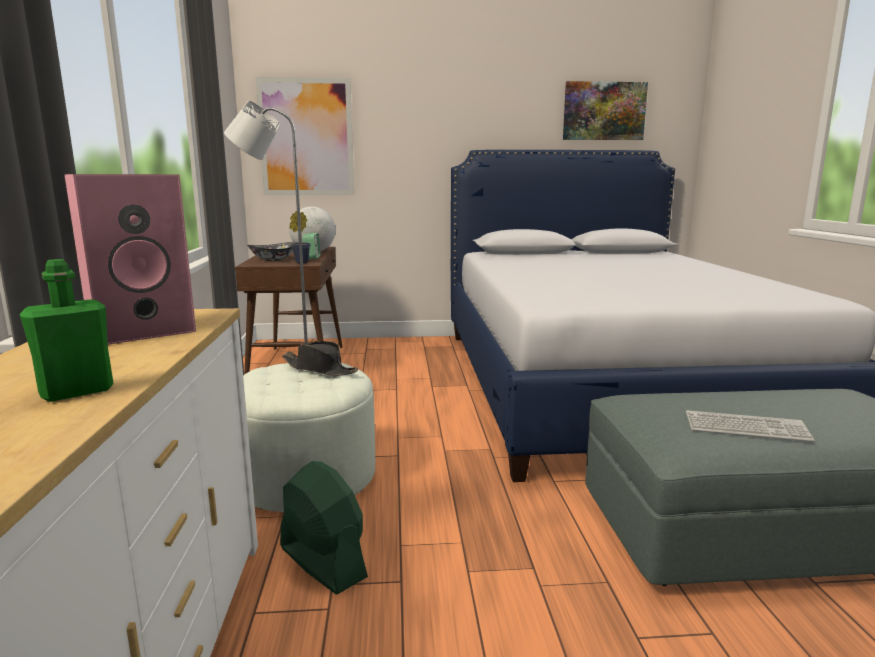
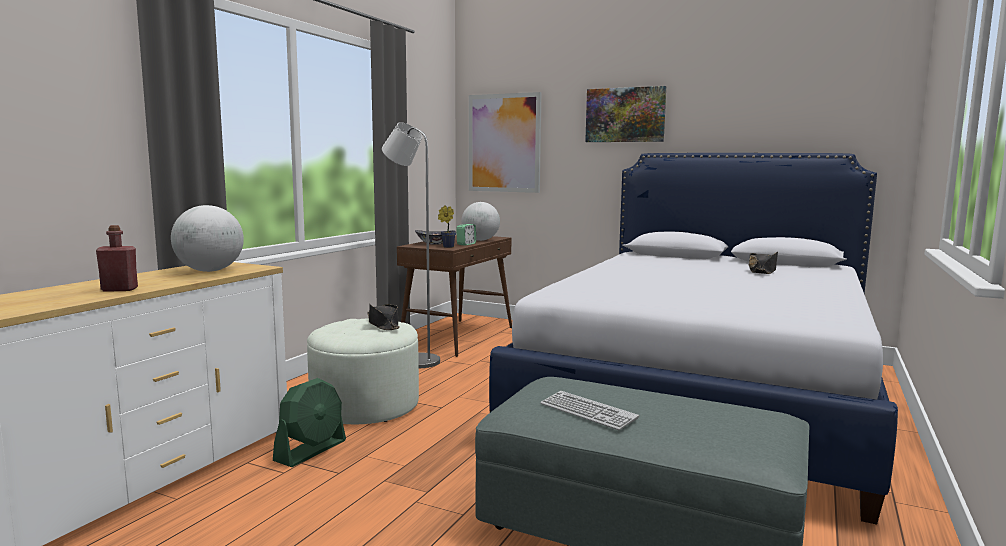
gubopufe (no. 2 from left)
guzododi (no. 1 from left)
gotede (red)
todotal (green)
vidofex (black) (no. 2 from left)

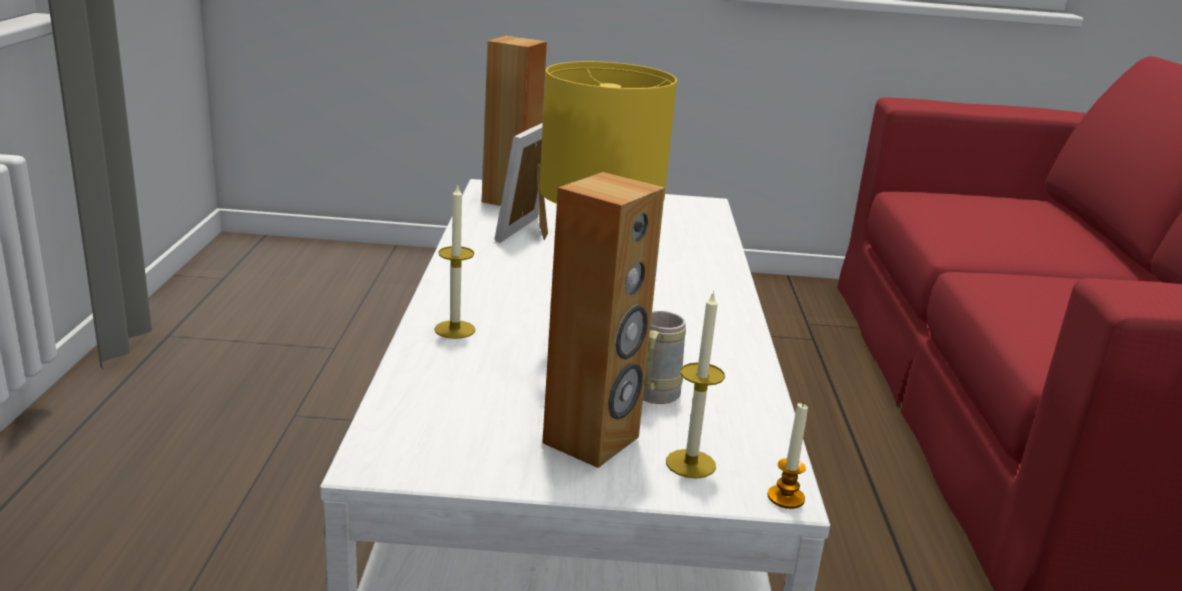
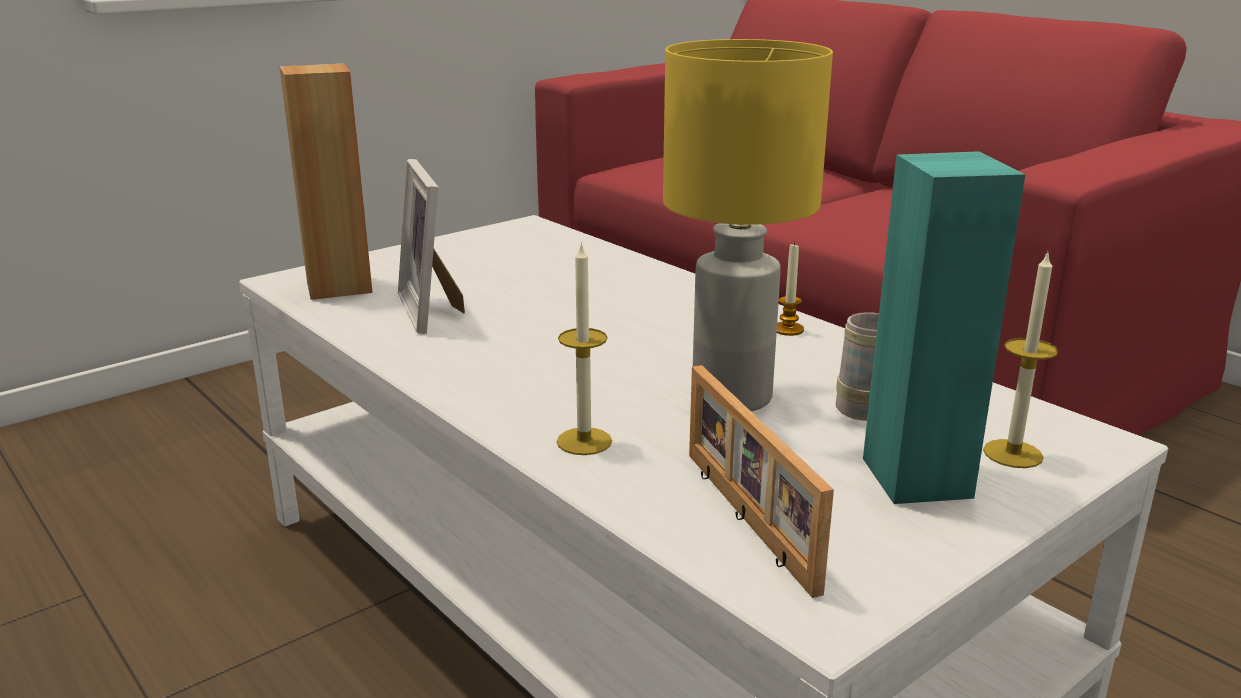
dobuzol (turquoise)
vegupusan (no. 2 from left)
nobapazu (no. 2 from left)

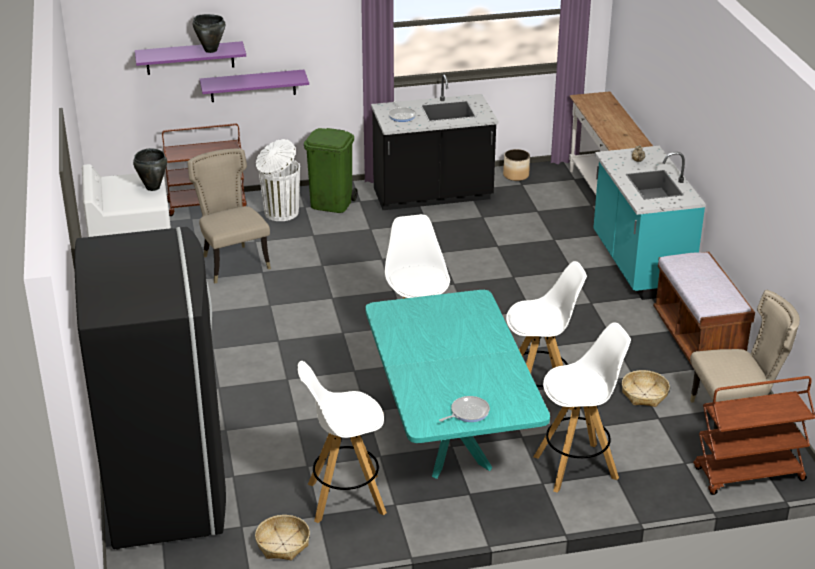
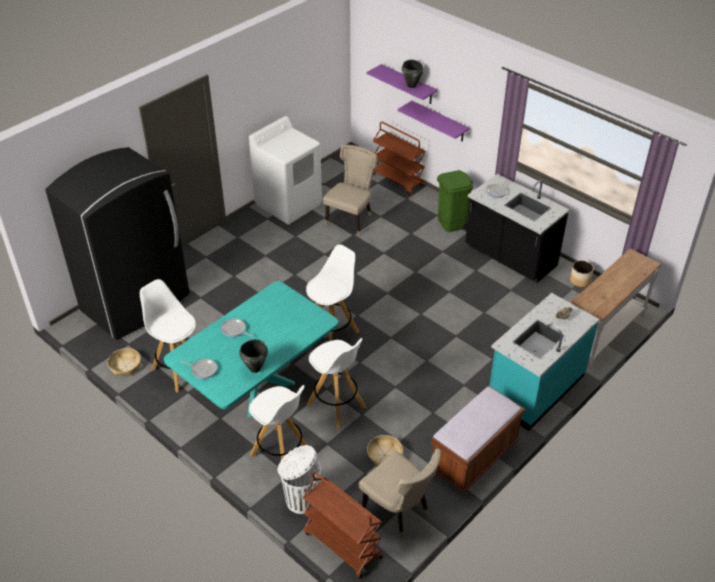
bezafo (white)
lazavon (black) (no. 1 from left)
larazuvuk (no. 2 from left)

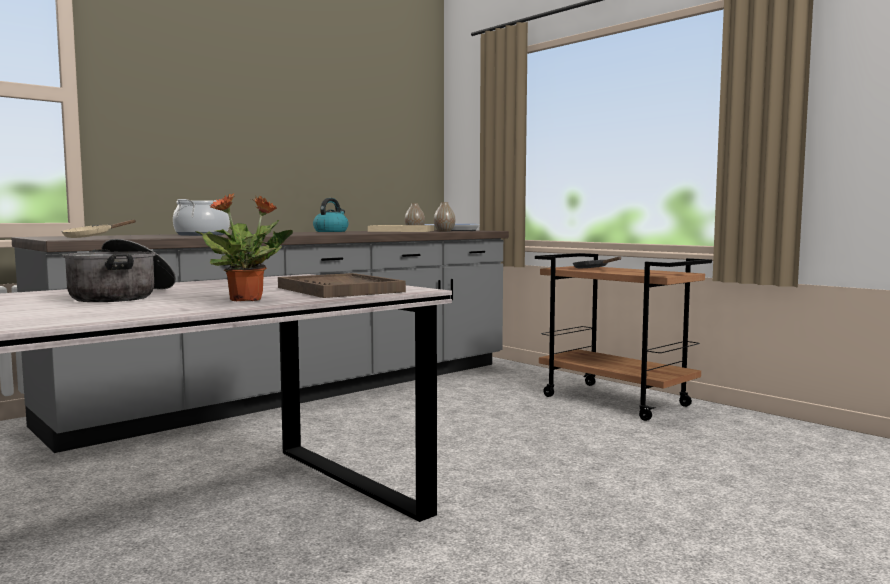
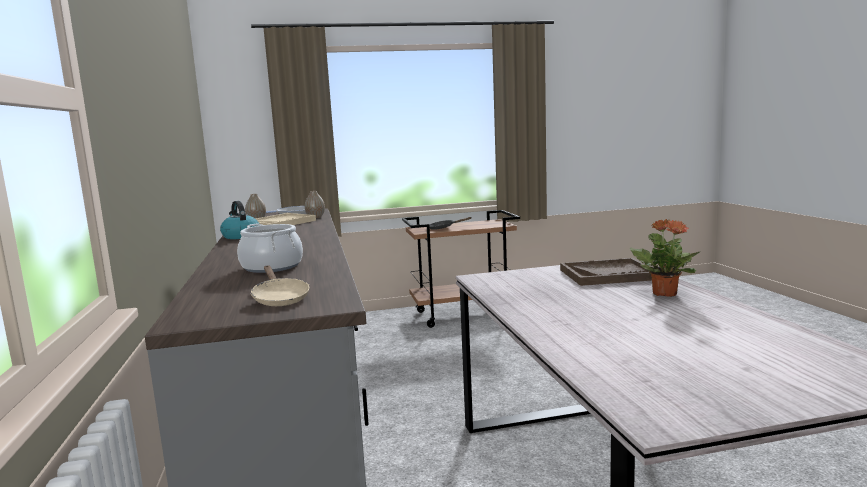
lazavon (no. 1 from left in the first image)

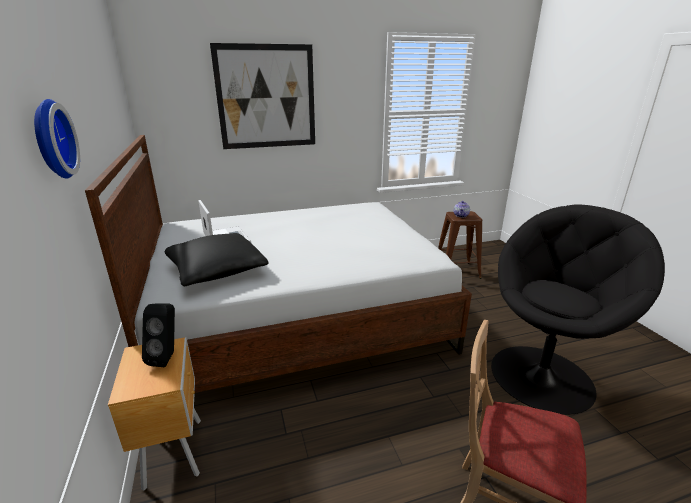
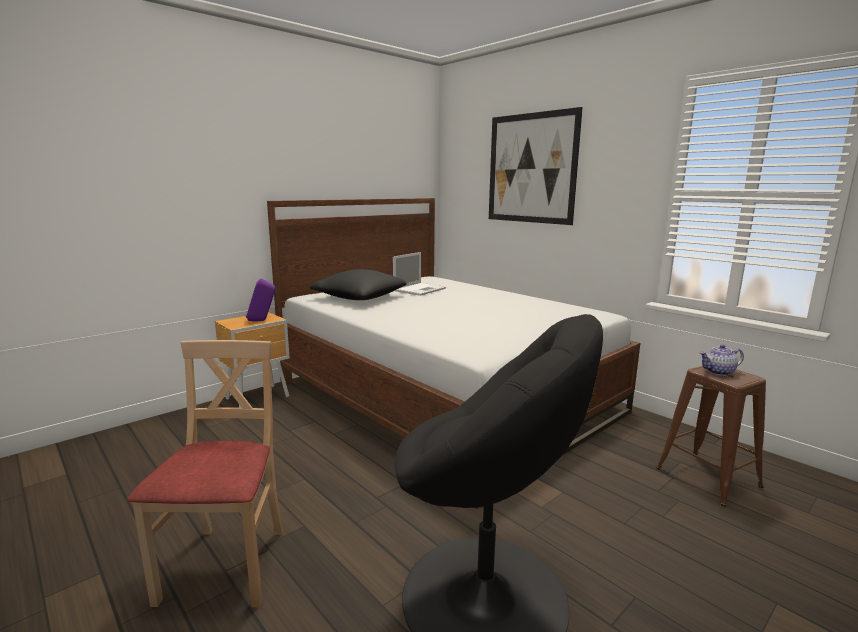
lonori
dobuzol (purple)

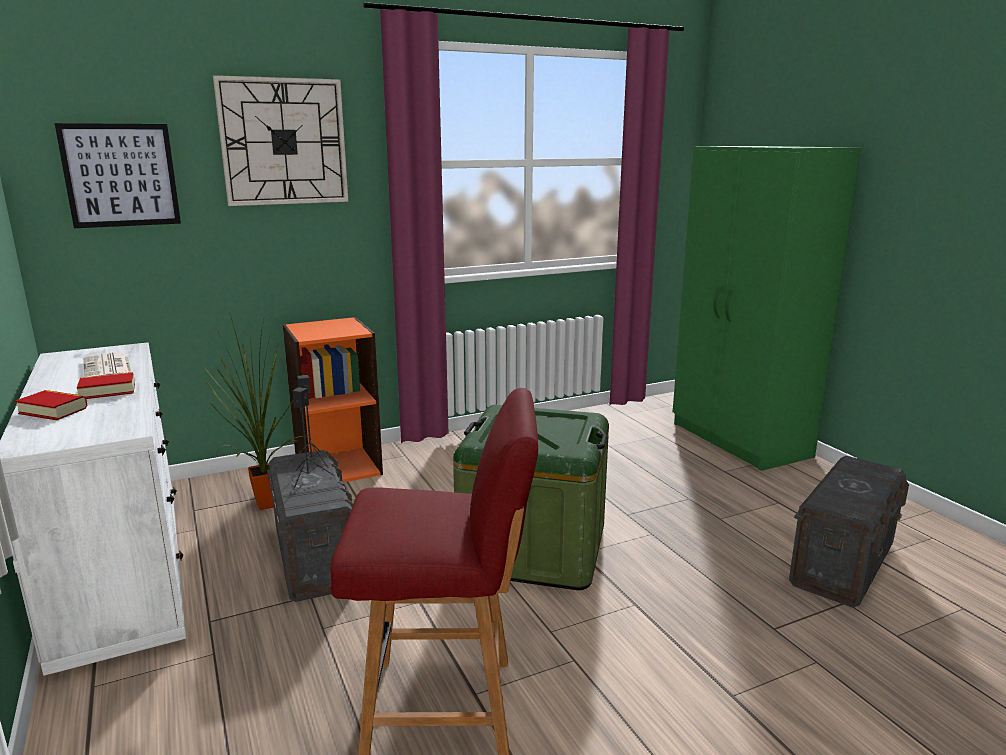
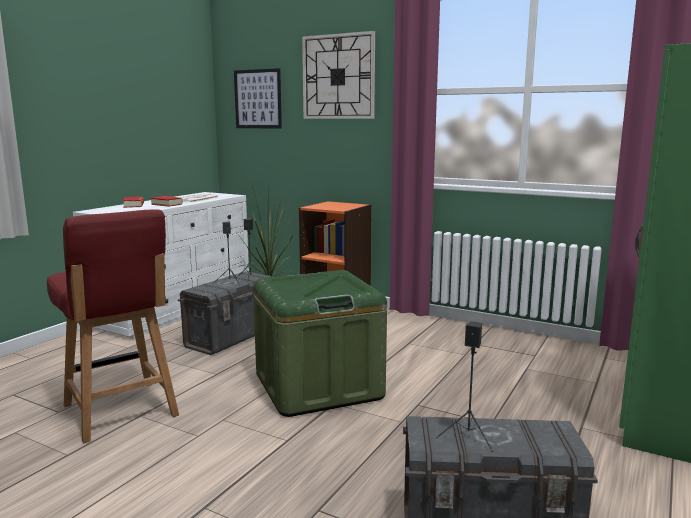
dobuzol (black) (no. 3 from left)

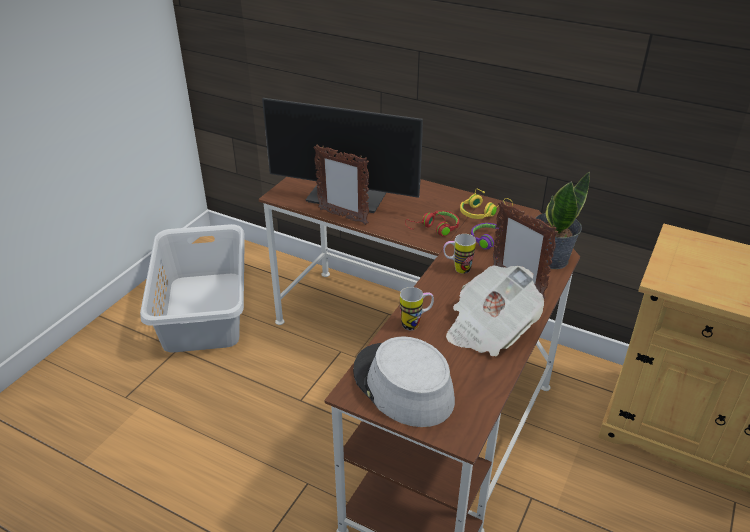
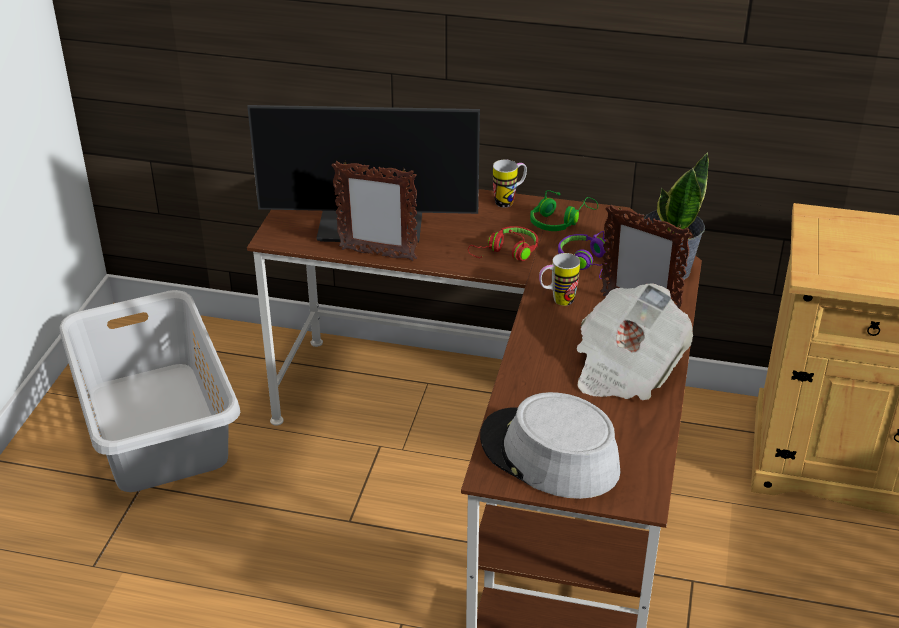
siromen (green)
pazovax (no. 1 from left)

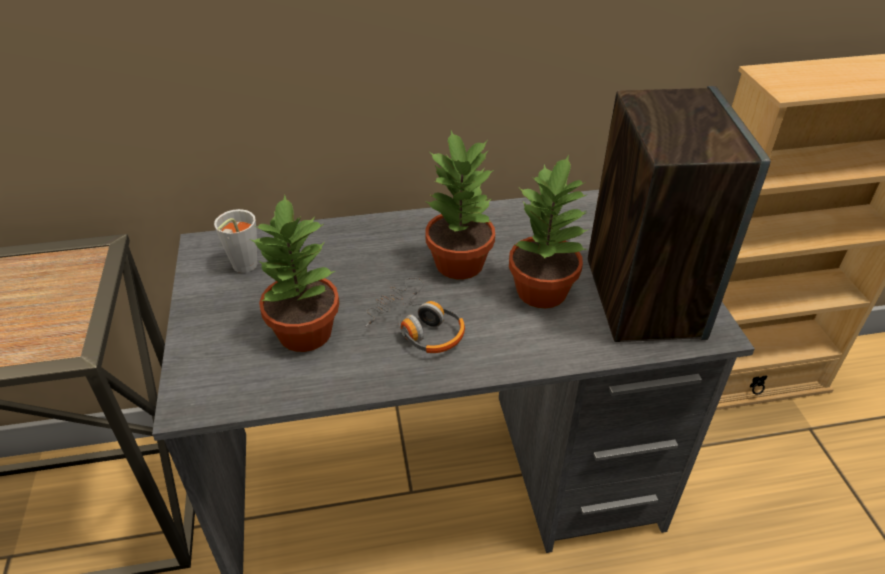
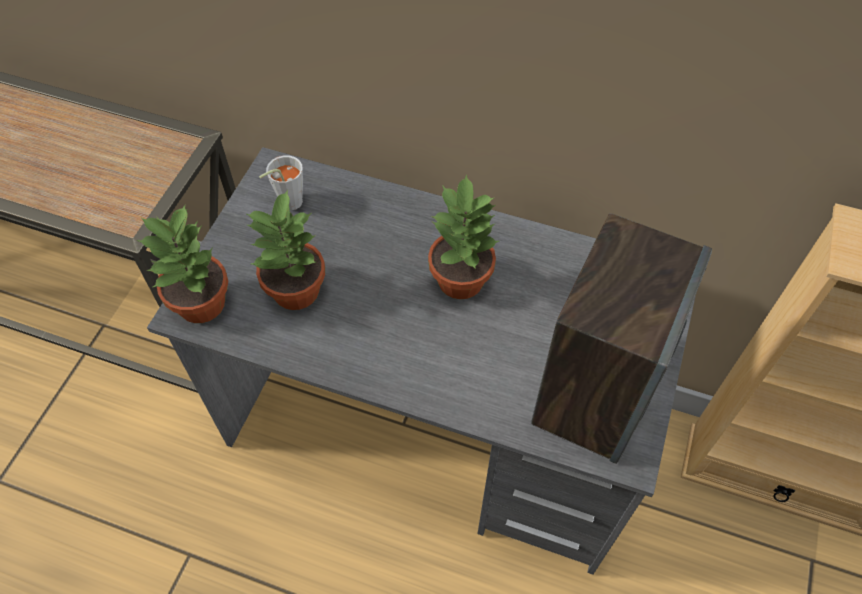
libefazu (no. 1 from left)
siromen

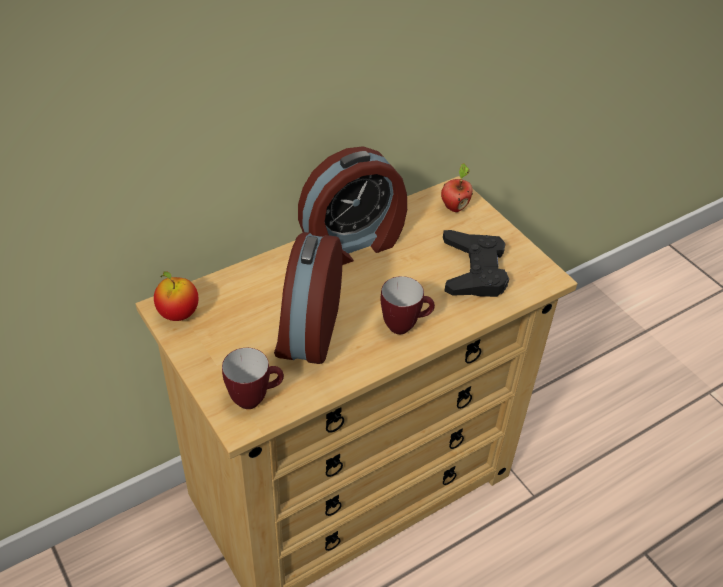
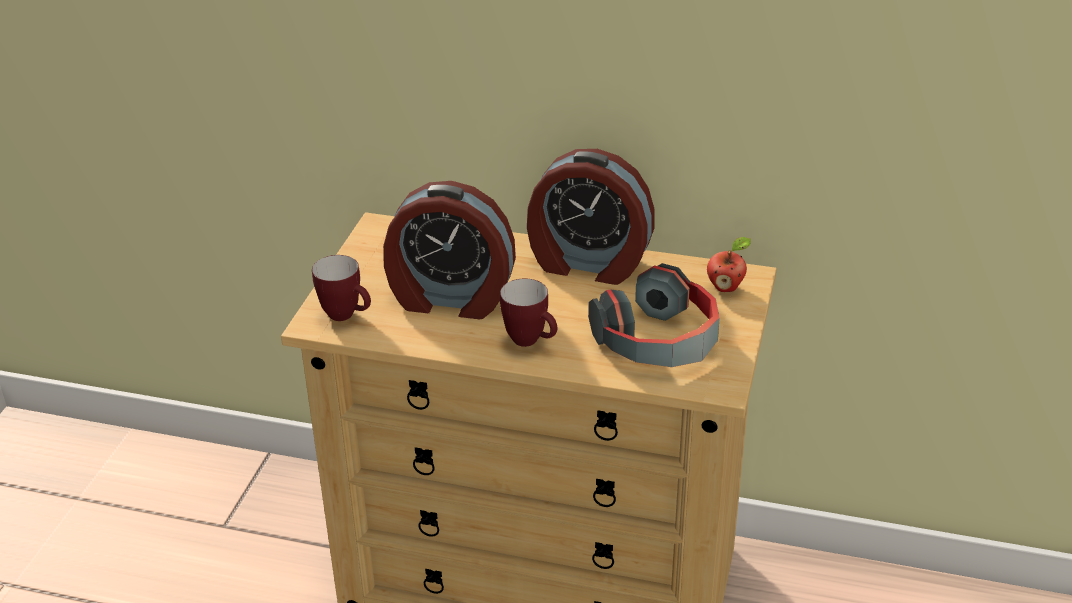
siromen
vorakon (no. 1 from left)
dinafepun (no. 1 from left in the first image)

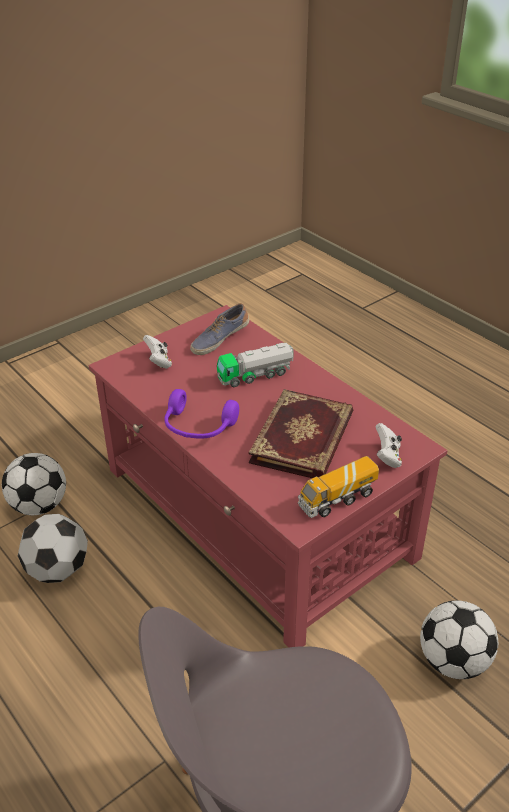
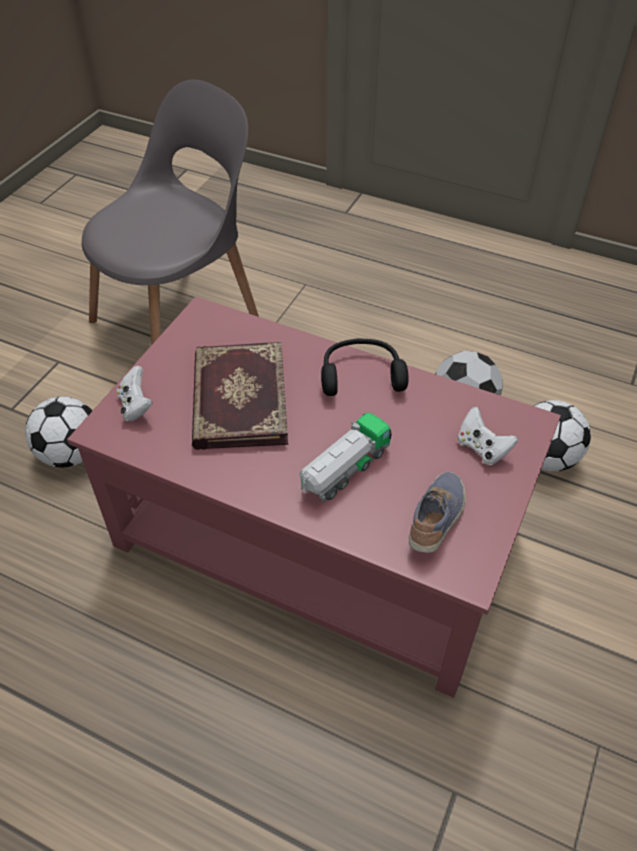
siromen (black)
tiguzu (no. 2 from left in the first image)

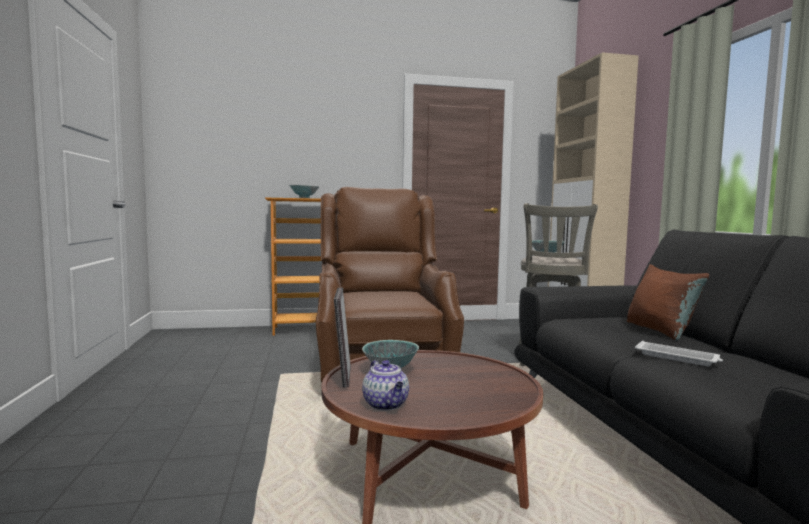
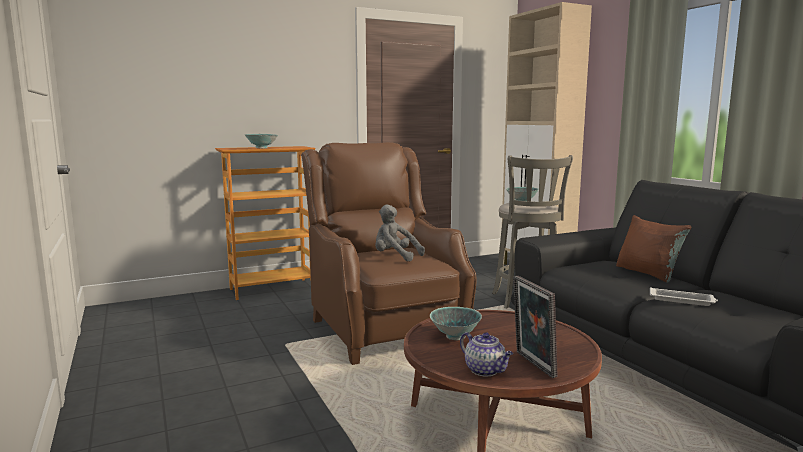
nobapazu
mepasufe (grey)

